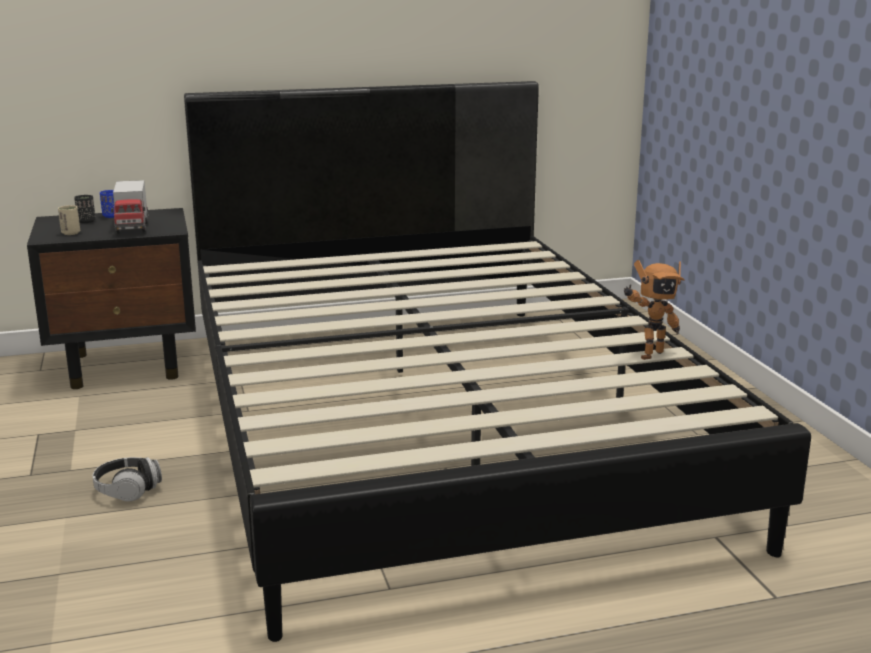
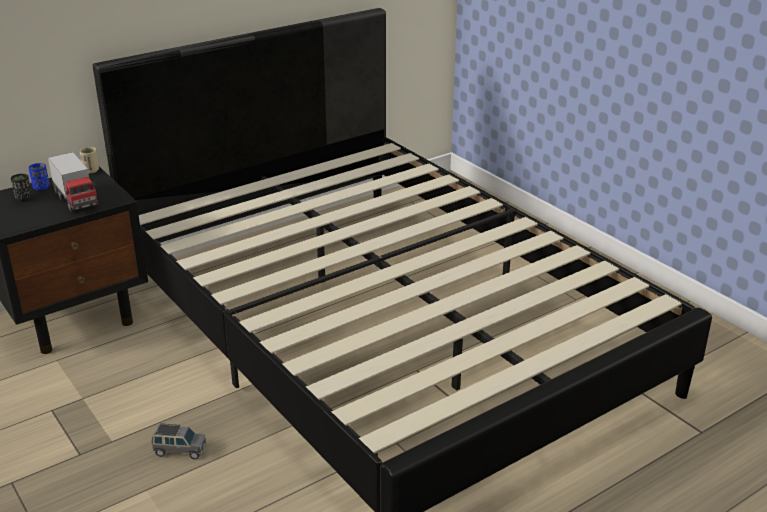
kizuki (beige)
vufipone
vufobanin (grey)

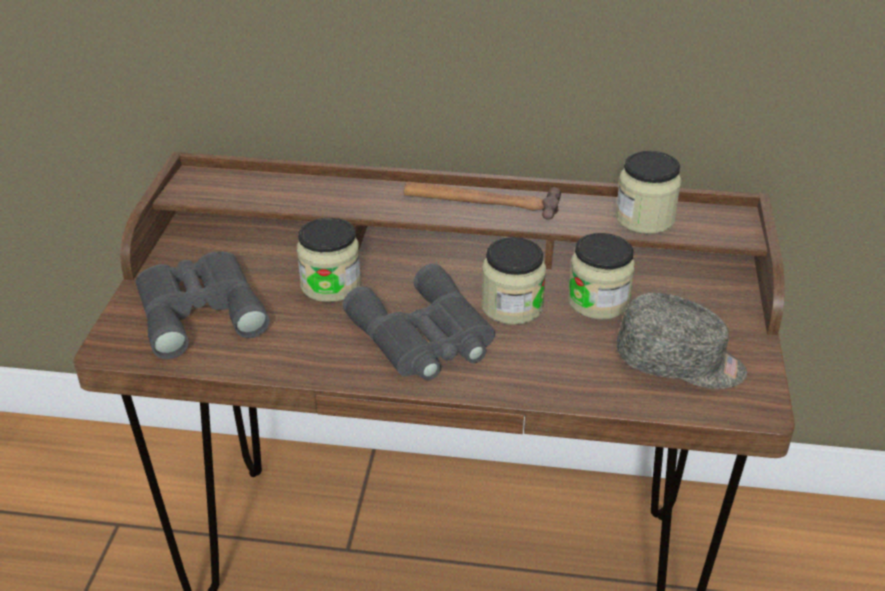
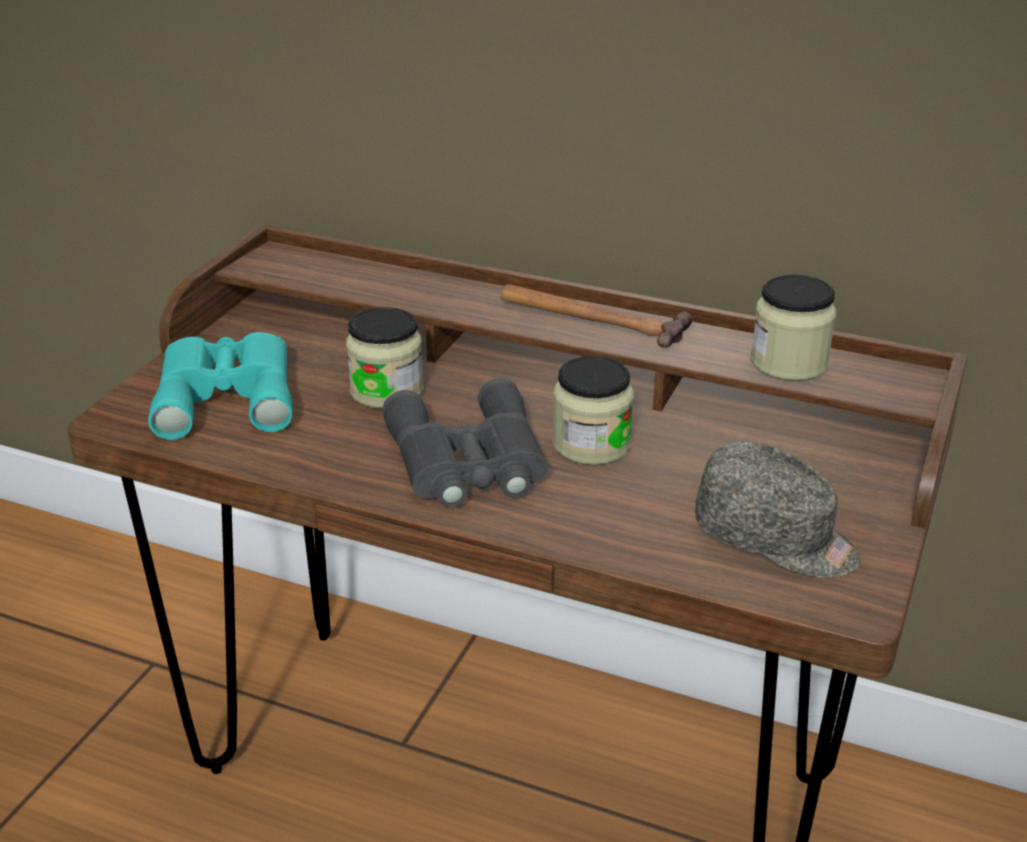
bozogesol (no. 3 from left in the first image)
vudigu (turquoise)

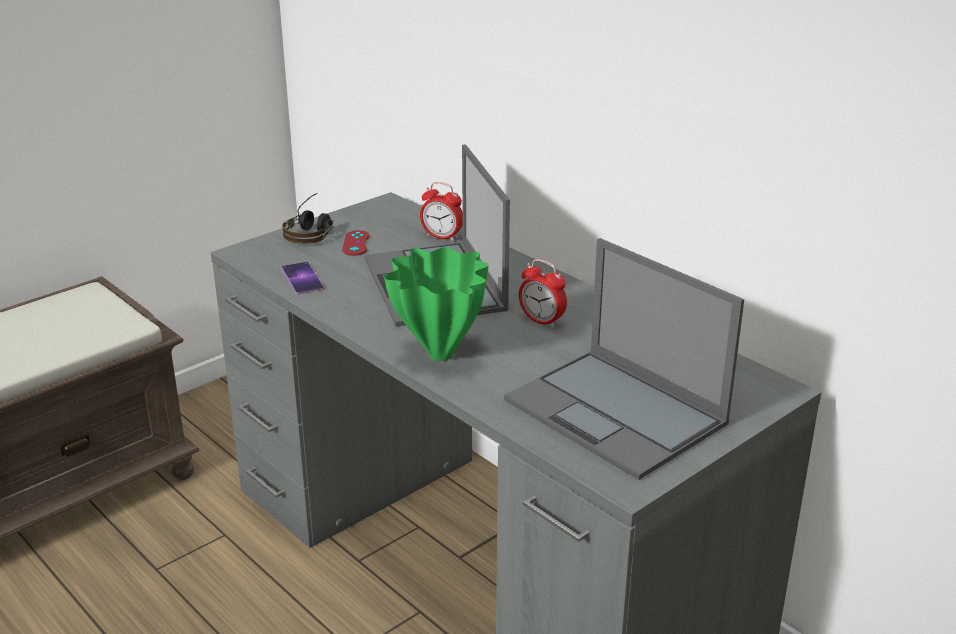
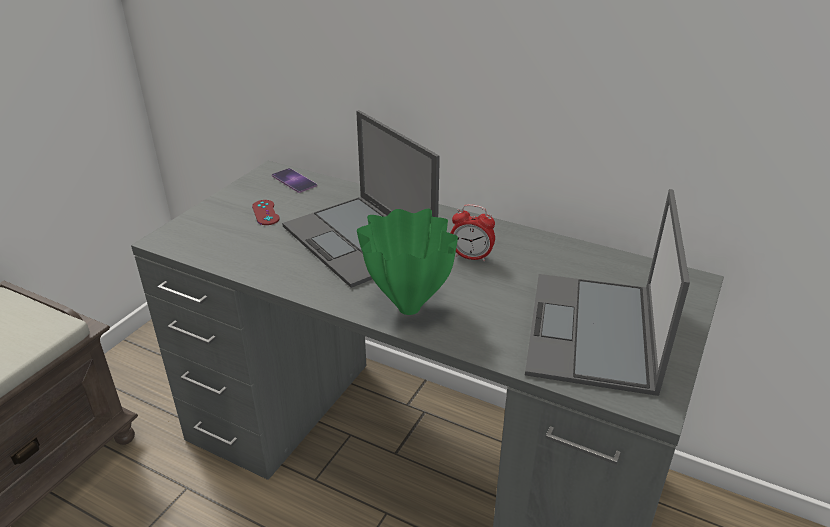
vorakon (no. 1 from left in the first image)
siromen
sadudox (no. 2 from left)
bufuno

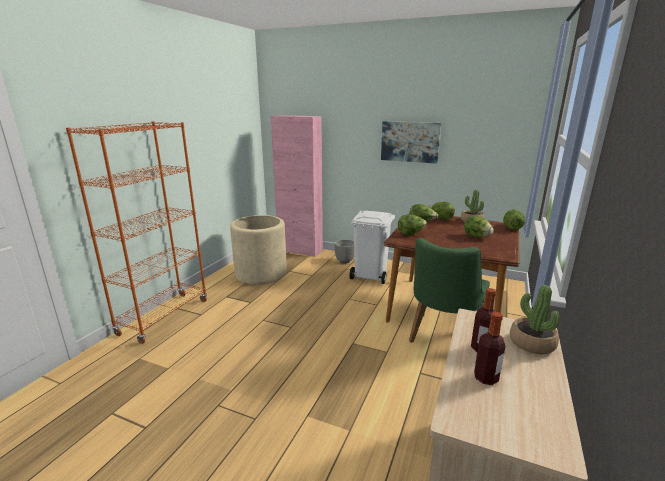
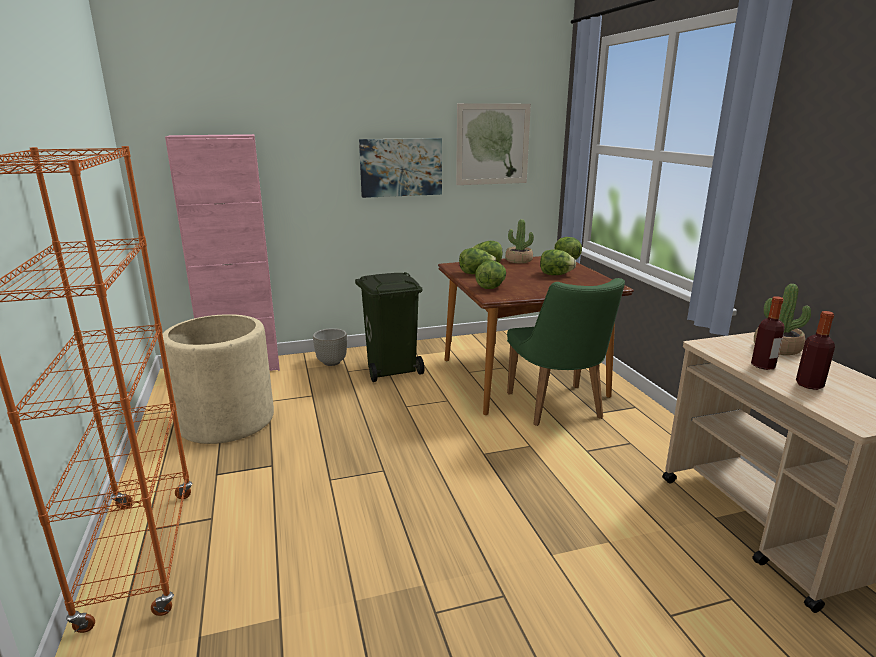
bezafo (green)
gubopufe (no. 2 from left)

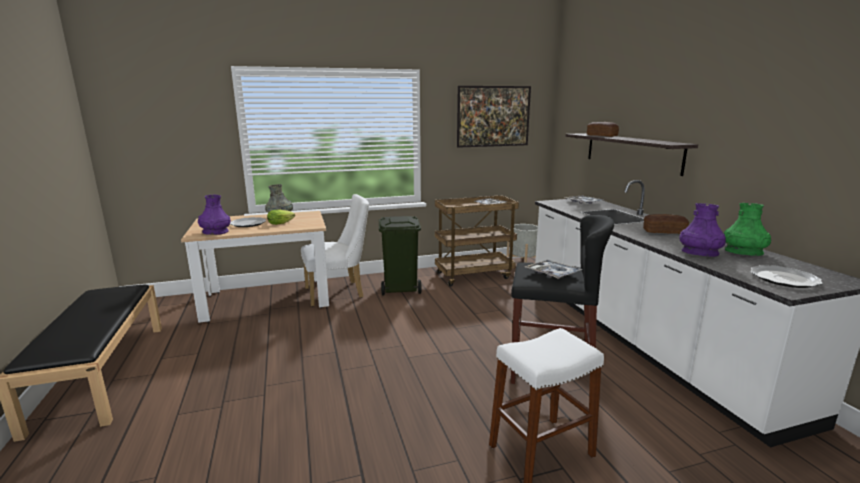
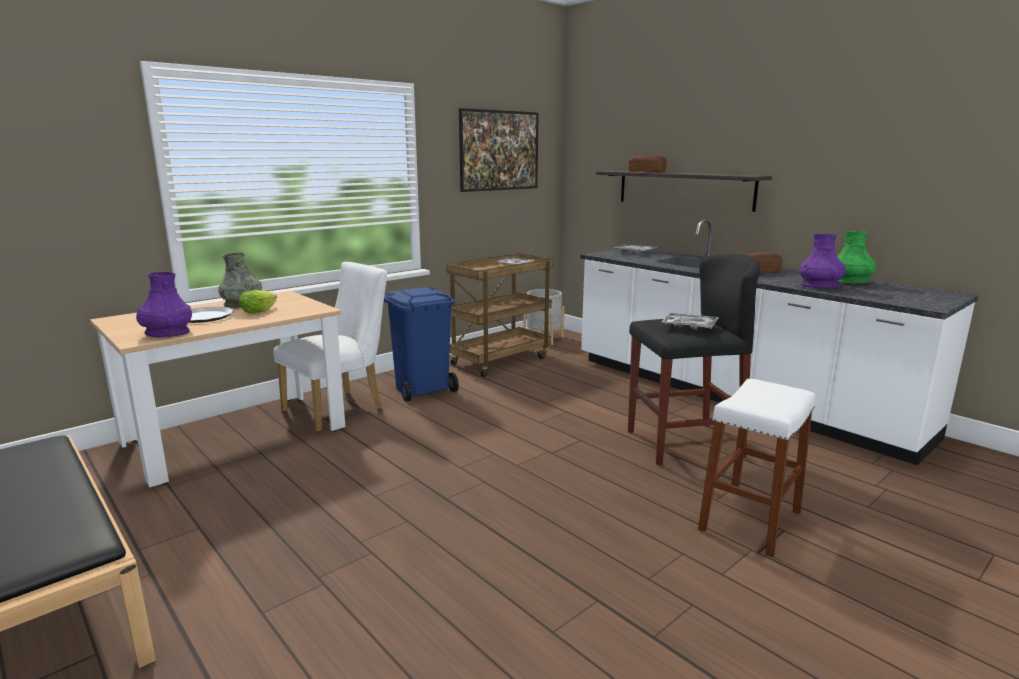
bezafo (blue)
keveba (no. 2 from left in the first image)

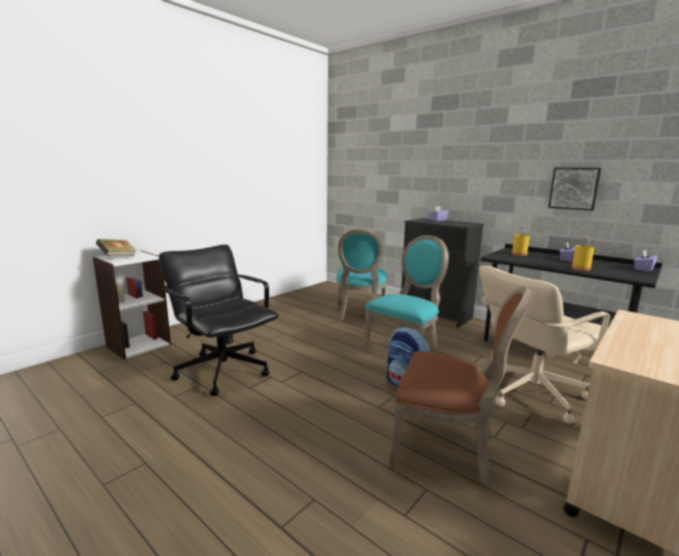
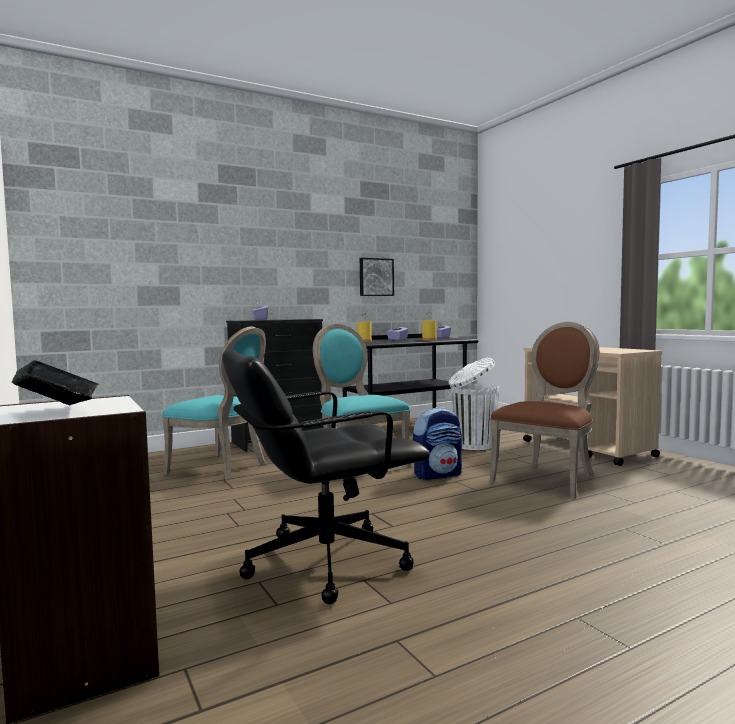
bezafo (white)

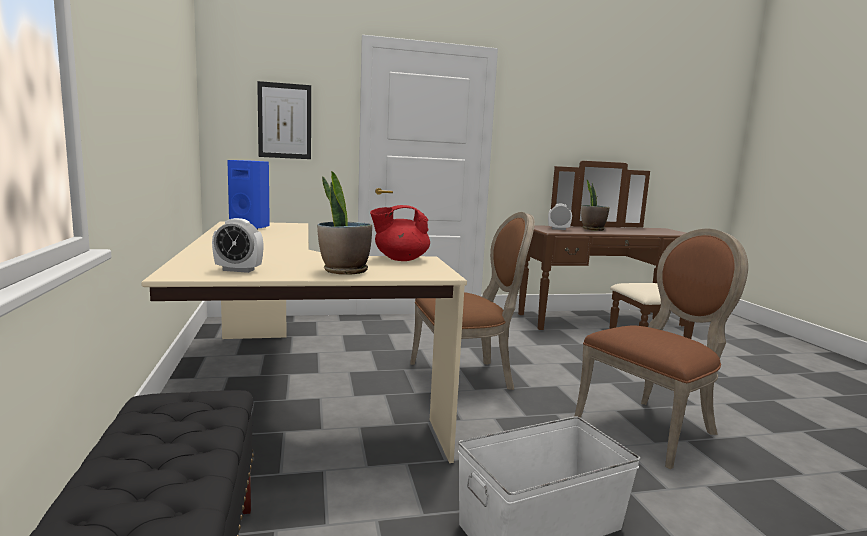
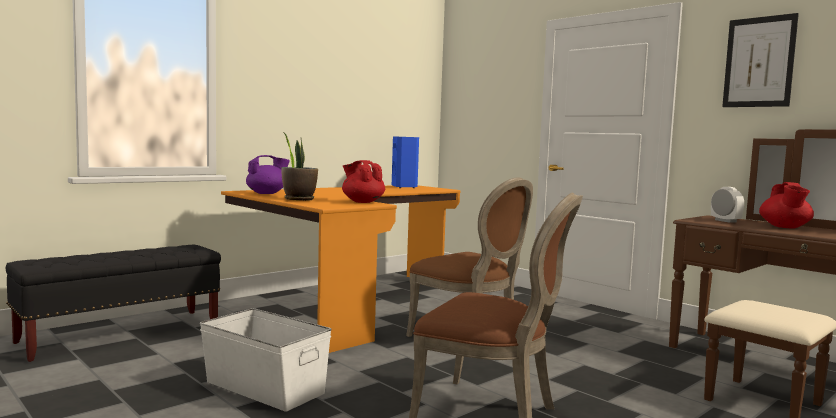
gubopufe
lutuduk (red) (no. 2 from left)
lutuduk (purple)
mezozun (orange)

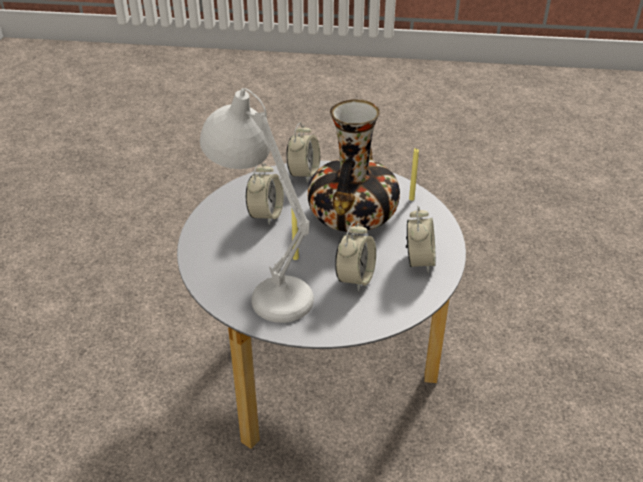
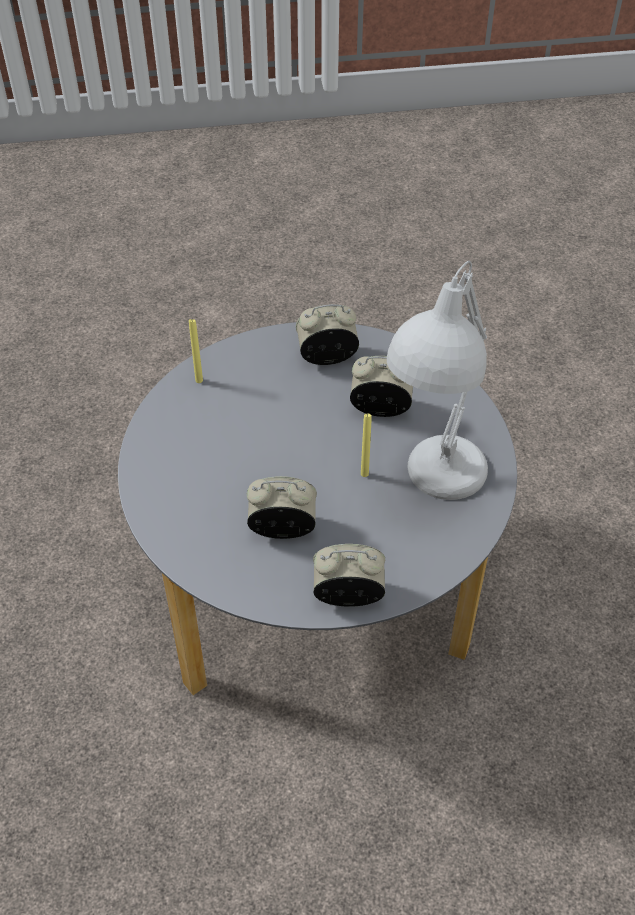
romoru
vorakon (no. 3 from left)

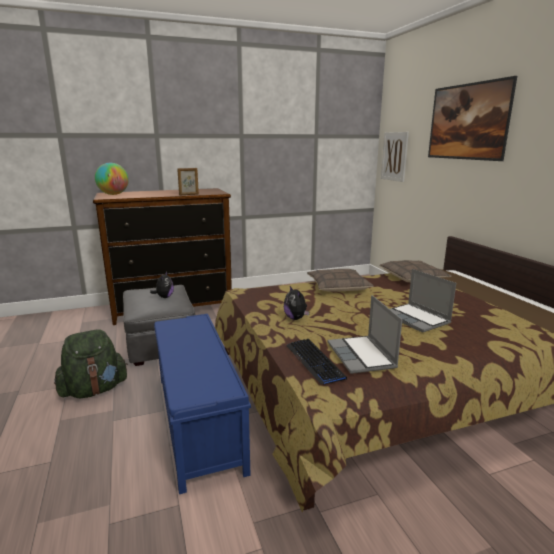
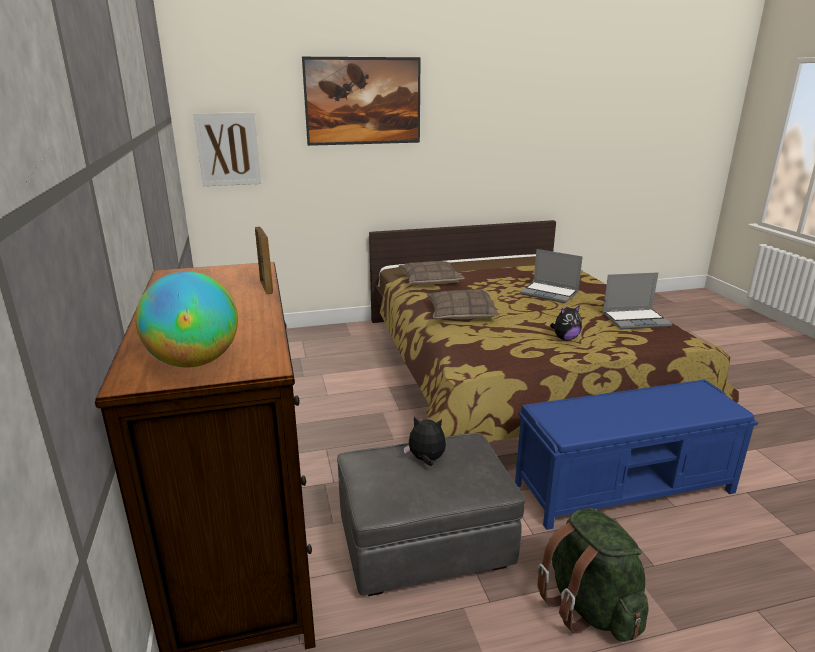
sadudox (no. 1 from left)
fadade

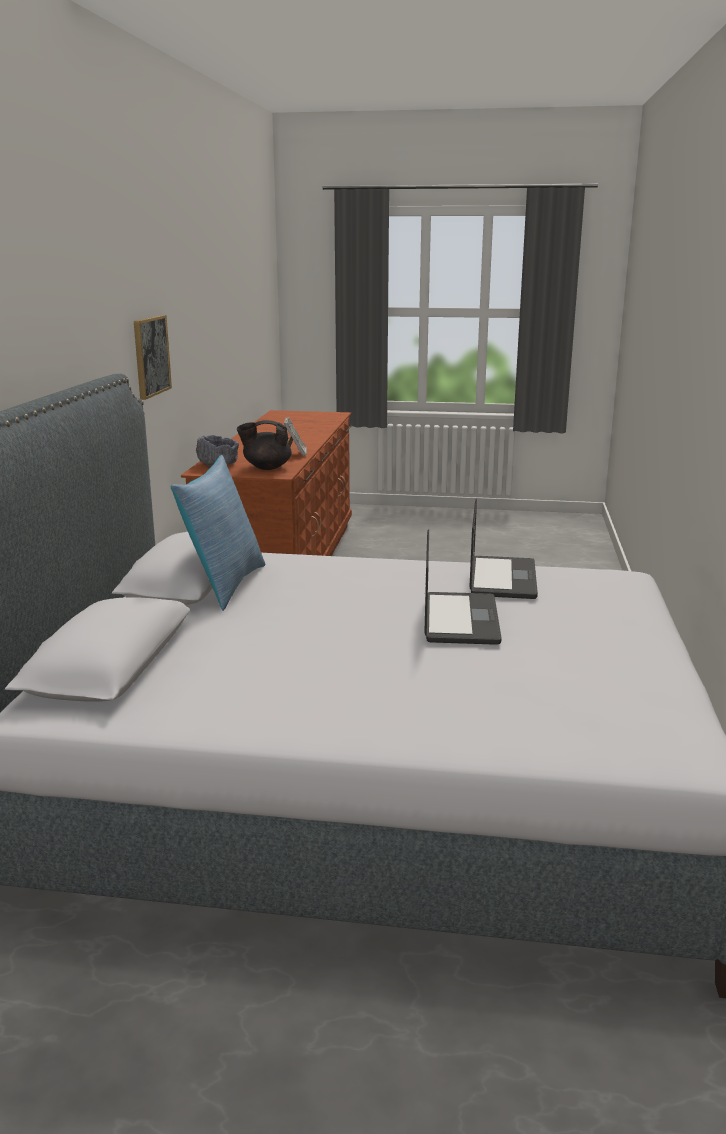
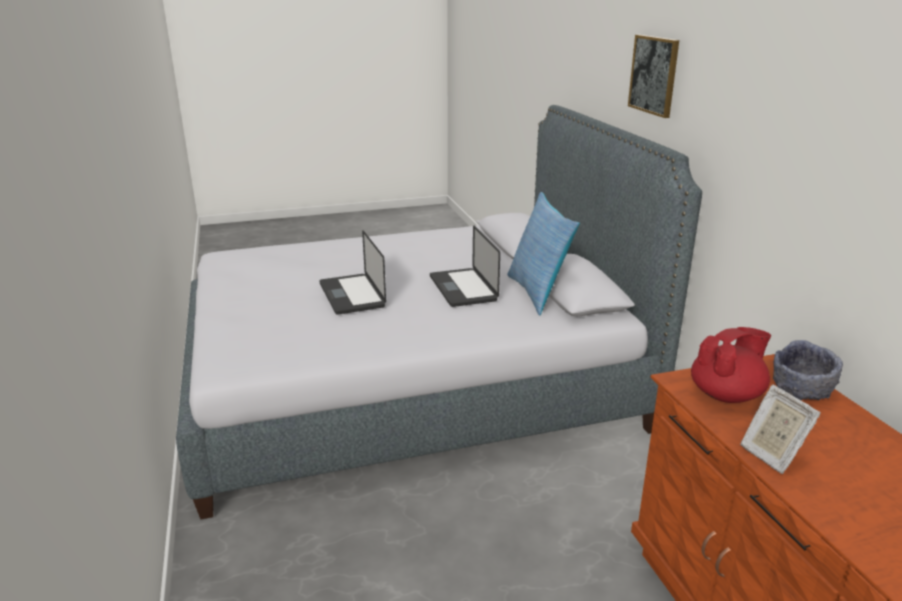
gubopufe
lutuduk (red)
sadudox (no. 2 from left)

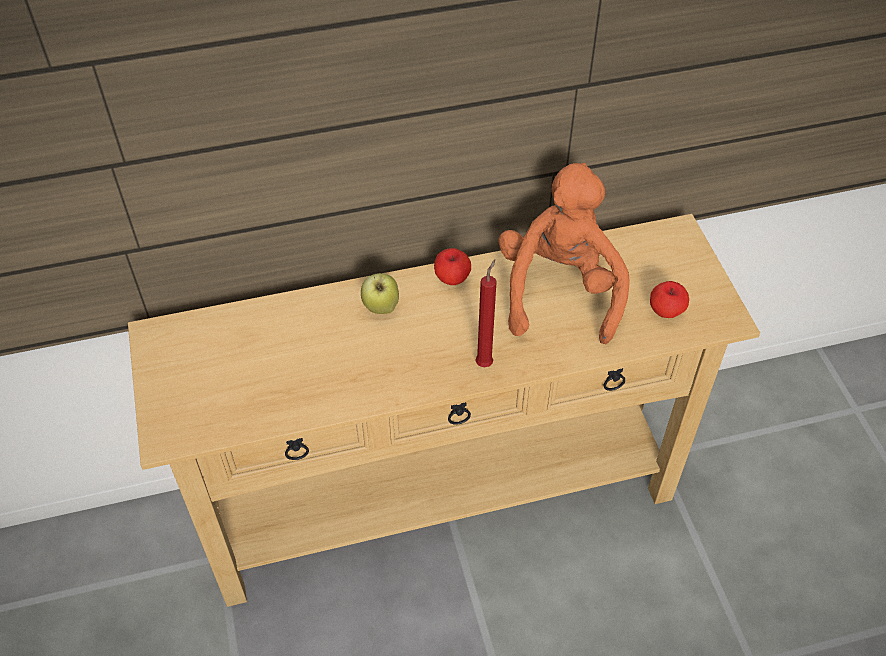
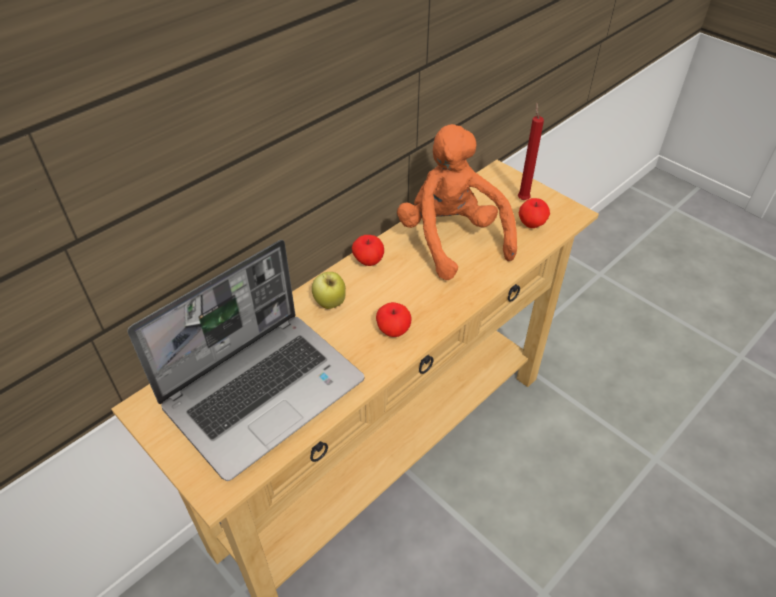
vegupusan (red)
sadudox
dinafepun (no. 3 from left)

